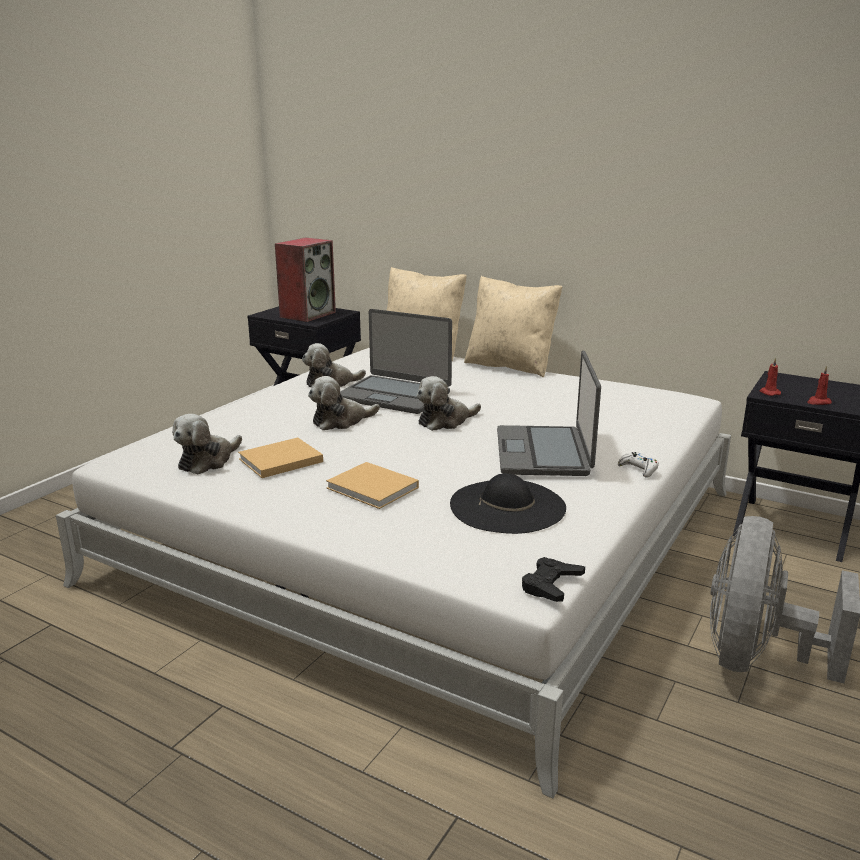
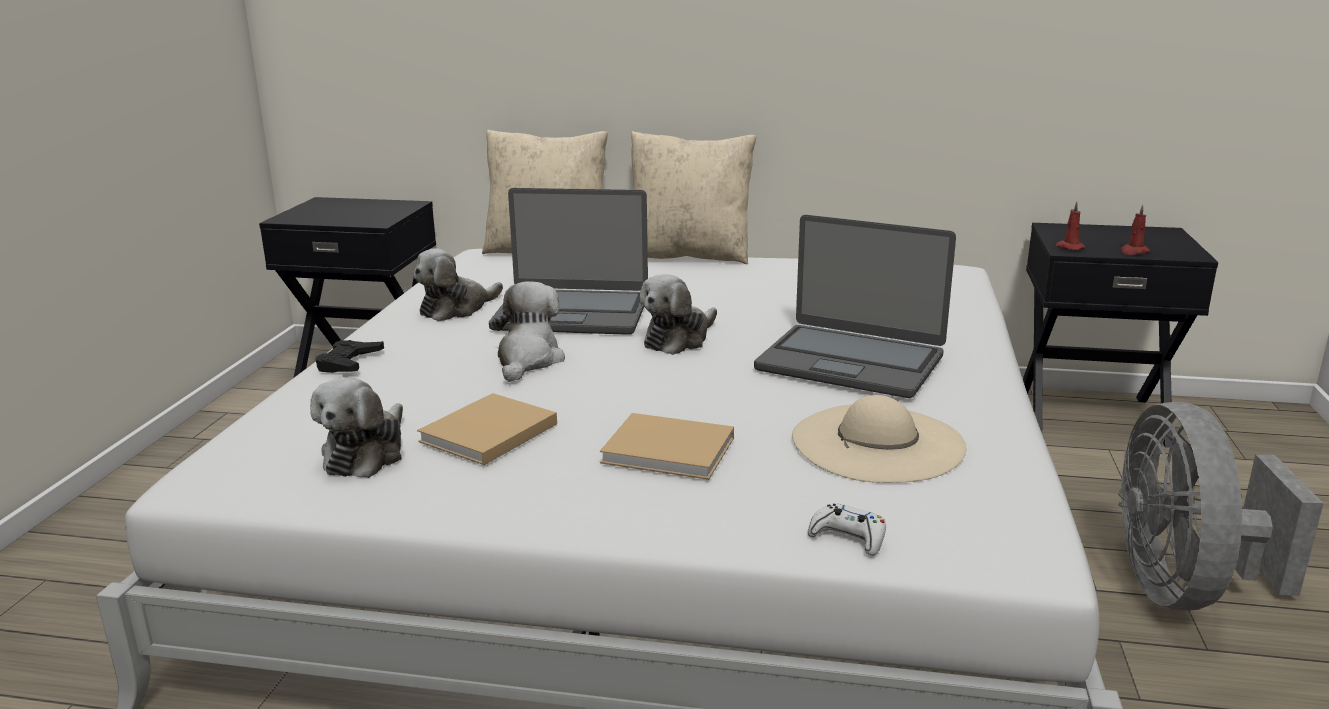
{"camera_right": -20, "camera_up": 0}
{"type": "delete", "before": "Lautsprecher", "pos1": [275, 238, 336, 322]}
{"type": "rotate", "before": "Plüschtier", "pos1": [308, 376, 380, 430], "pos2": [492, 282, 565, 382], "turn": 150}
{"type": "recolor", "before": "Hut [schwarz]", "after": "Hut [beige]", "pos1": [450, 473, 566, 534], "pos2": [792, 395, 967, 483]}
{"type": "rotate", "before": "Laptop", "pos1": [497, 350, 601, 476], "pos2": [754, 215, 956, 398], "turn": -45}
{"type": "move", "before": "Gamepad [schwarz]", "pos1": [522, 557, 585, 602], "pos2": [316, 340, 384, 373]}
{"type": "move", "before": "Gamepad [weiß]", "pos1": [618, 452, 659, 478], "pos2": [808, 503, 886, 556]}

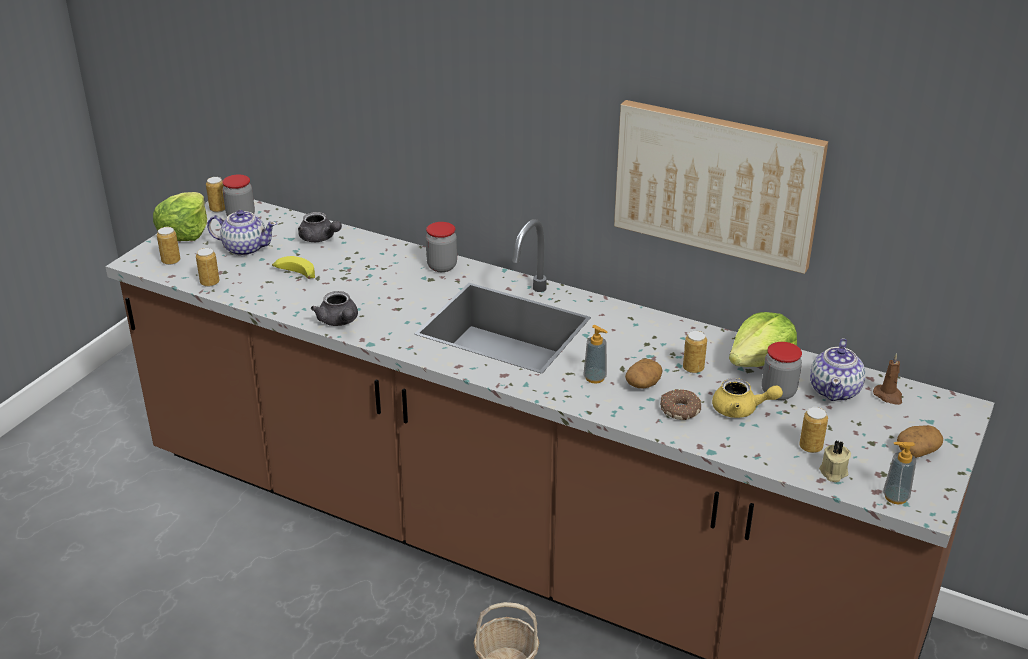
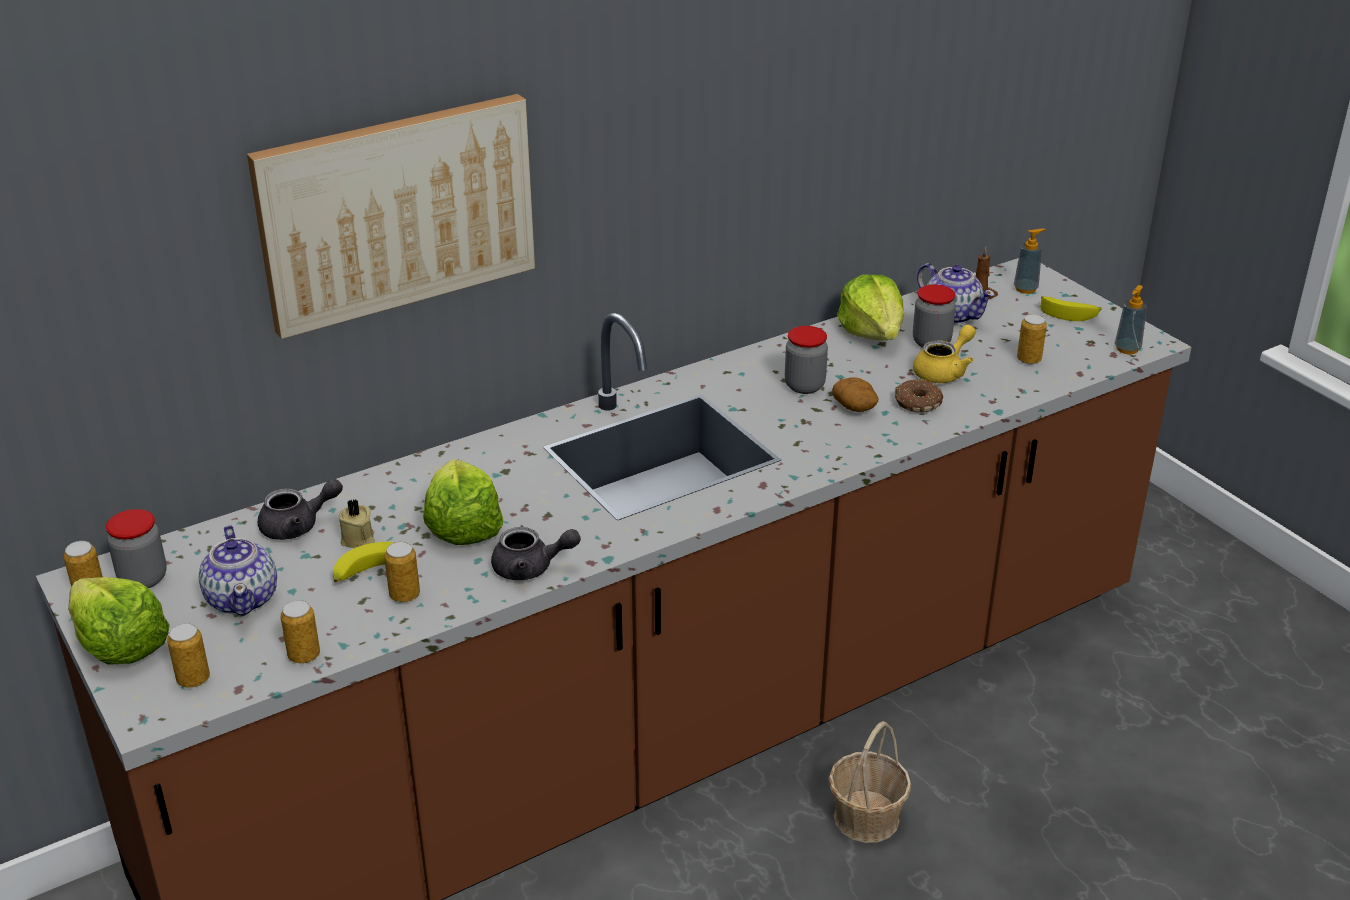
{"camera_right": -60, "camera_up": 0}
{"type": "rotate", "before": "Teekanne", "pos1": [207, 210, 277, 256], "pos2": [199, 525, 277, 616], "turn": 120}
{"type": "move", "before": "Vorratsglas", "pos1": [426, 222, 457, 272], "pos2": [785, 326, 828, 394]}
{"type": "move", "before": "Seifenspender", "pos1": [583, 325, 607, 384], "pos2": [1014, 228, 1046, 294]}
{"type": "move", "before": "Bild", "pos1": [614, 100, 828, 274], "pos2": [247, 94, 535, 339]}
{"type": "move", "before": "Dose", "pos1": [683, 330, 707, 373], "pos2": [384, 541, 420, 602]}
{"type": "move", "before": "Kerze [beige]", "pos1": [819, 440, 851, 482], "pos2": [339, 499, 375, 548]}
{"type": "replace", "before": "Kartoffel", "after": "Banane", "pos1": [897, 425, 943, 458], "pos2": [1041, 296, 1101, 321]}
{"type": "insert", "after": "Salatkopf", "pos2": [423, 459, 503, 545]}

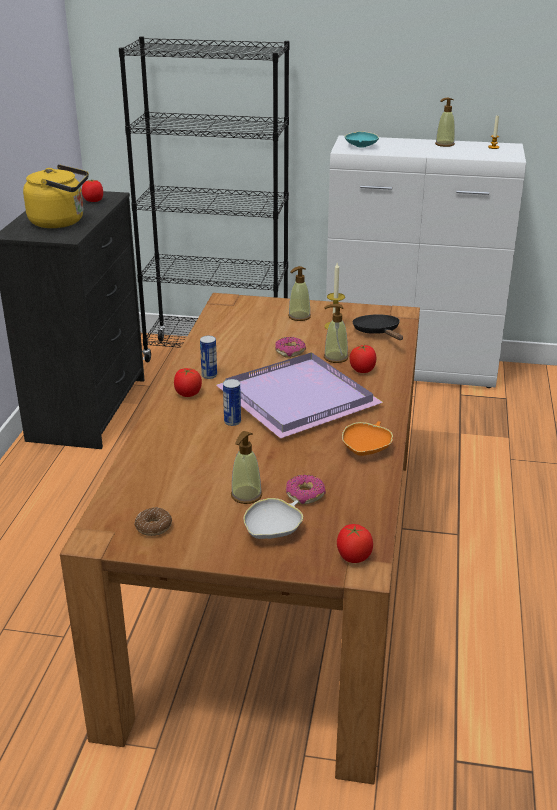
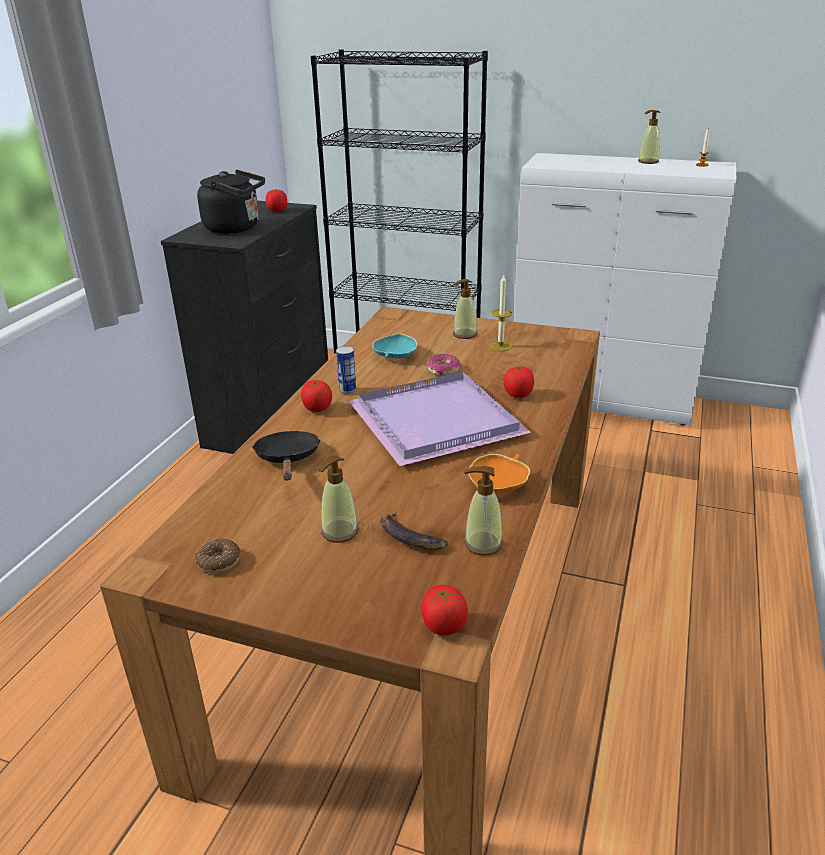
{"camera_right": 10, "camera_up": 0}
{"type": "recolor", "before": "Wasserkessel [gelb]", "after": "Wasserkessel [schwarz]", "pos1": [23, 164, 89, 228], "pos2": [197, 170, 265, 234]}
{"type": "delete", "before": "Dose", "pos1": [223, 379, 241, 426]}
{"type": "delete", "before": "Schüssel [weiß]", "pos1": [244, 498, 303, 539]}
{"type": "replace", "before": "Donut", "after": "Banane", "pos1": [286, 475, 326, 505], "pos2": [380, 512, 448, 550]}
{"type": "move", "before": "Seifenspender", "pos1": [324, 304, 348, 363], "pos2": [464, 466, 503, 556]}
{"type": "move", "before": "Schüssel [türkis]", "pos1": [344, 131, 379, 148], "pos2": [372, 334, 417, 359]}
{"type": "move", "before": "Pfanne [schwarz]", "pos1": [353, 314, 403, 340], "pos2": [252, 431, 320, 480]}

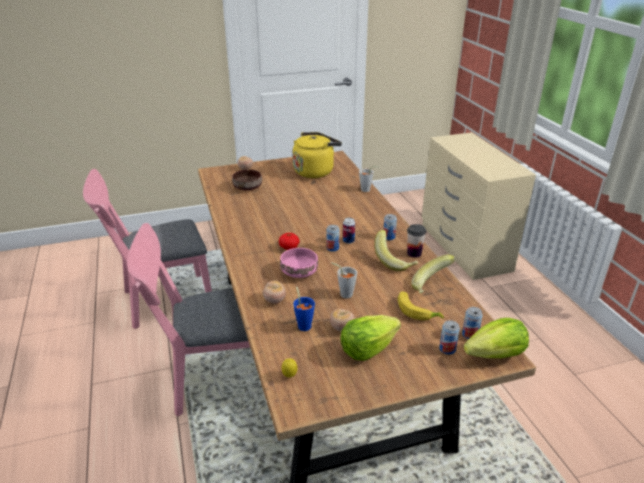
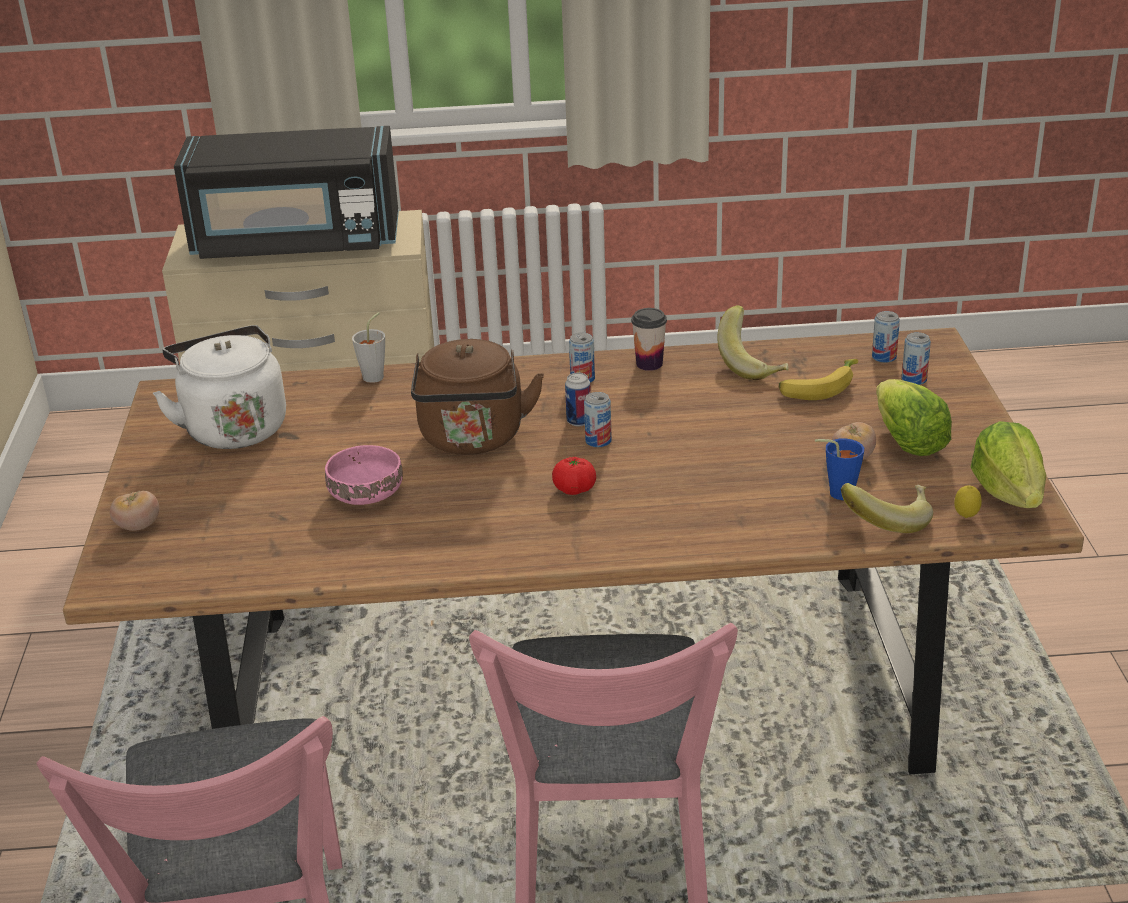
{"camera_right": -75, "camera_up": 0}
{"type": "delete", "before": "Schüssel [braun]", "pos1": [232, 169, 262, 191]}
{"type": "delete", "before": "Tomate", "pos1": [263, 281, 286, 304]}
{"type": "move", "before": "Schüssel [rosa]", "pos1": [280, 248, 318, 278], "pos2": [325, 445, 403, 505]}
{"type": "recolor", "before": "Wasserkessel [gelb]", "after": "Wasserkessel [weiß]", "pos1": [293, 132, 342, 178], "pos2": [153, 325, 286, 449]}
{"type": "delete", "before": "Tasse [grau]", "pos1": [331, 262, 357, 299]}
{"type": "move", "before": "Banane", "pos1": [374, 230, 418, 271], "pos2": [841, 483, 933, 533]}
{"type": "move", "before": "Salatkopf", "pos1": [464, 318, 529, 358], "pos2": [971, 421, 1046, 508]}
{"type": "insert", "after": "Mikrowelle [schwarz]", "pos2": [174, 126, 399, 259]}
{"type": "insert", "after": "Wasserkessel [braun]", "pos2": [411, 339, 544, 455]}

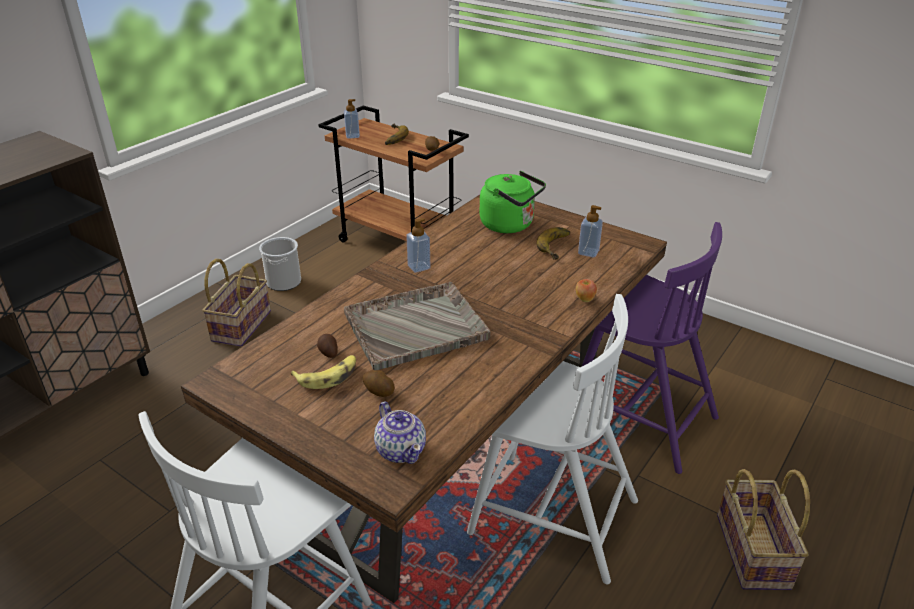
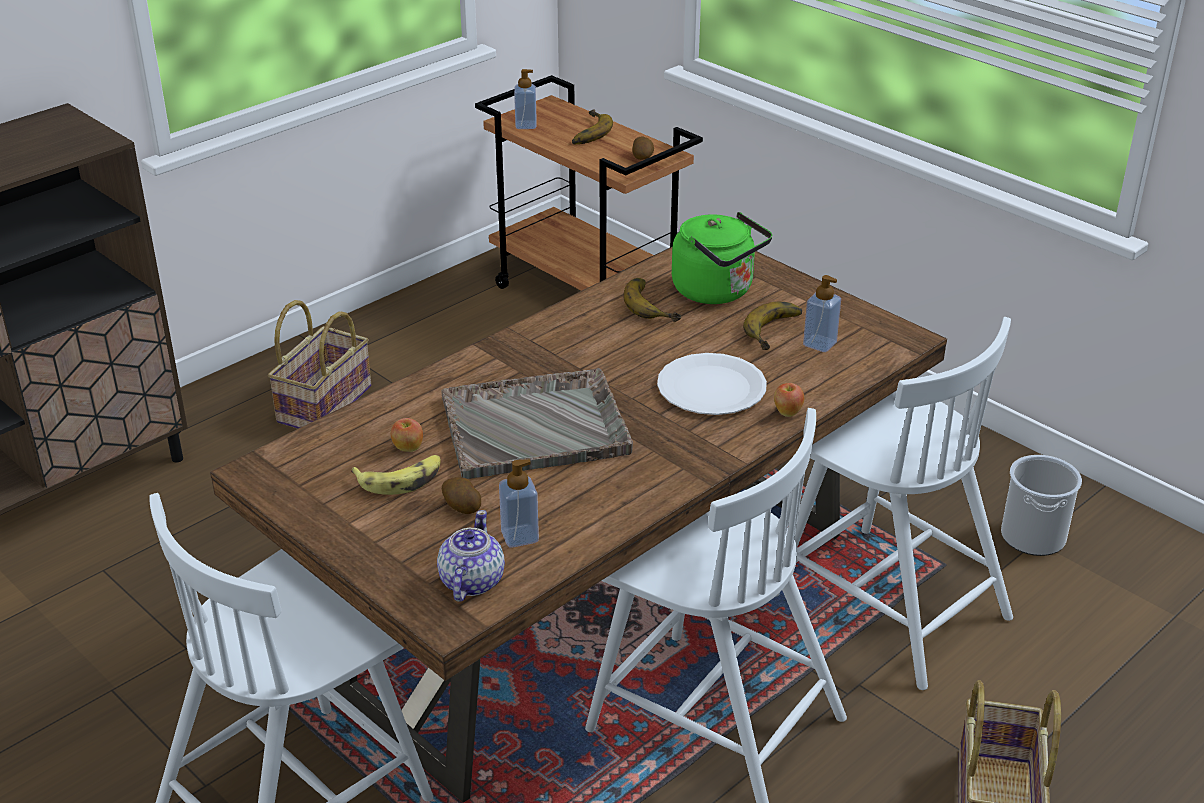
{"camera_right": 10, "camera_up": 0}
{"type": "move", "before": "Eimer", "pos1": [259, 237, 301, 291], "pos2": [1001, 455, 1082, 556]}
{"type": "replace", "before": "Kartoffel", "after": "Apfel", "pos1": [317, 334, 337, 358], "pos2": [391, 418, 423, 452]}
{"type": "rotate", "before": "Teekanne", "pos1": [374, 401, 426, 464], "pos2": [437, 510, 505, 602], "turn": -150}
{"type": "move", "before": "Seifenspender", "pos1": [406, 218, 431, 273], "pos2": [499, 459, 539, 548]}
{"type": "recolor", "before": "Stuhl [lila]", "after": "Stuhl [weiß]", "pos1": [582, 222, 722, 474], "pos2": [775, 317, 1013, 690]}
{"type": "insert", "after": "Banane", "pos2": [623, 278, 681, 322]}
{"type": "insert", "after": "Teller [weiß]", "pos2": [657, 353, 767, 415]}

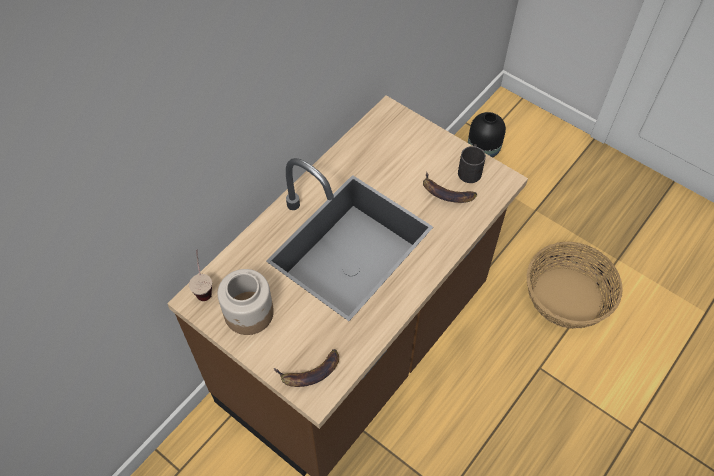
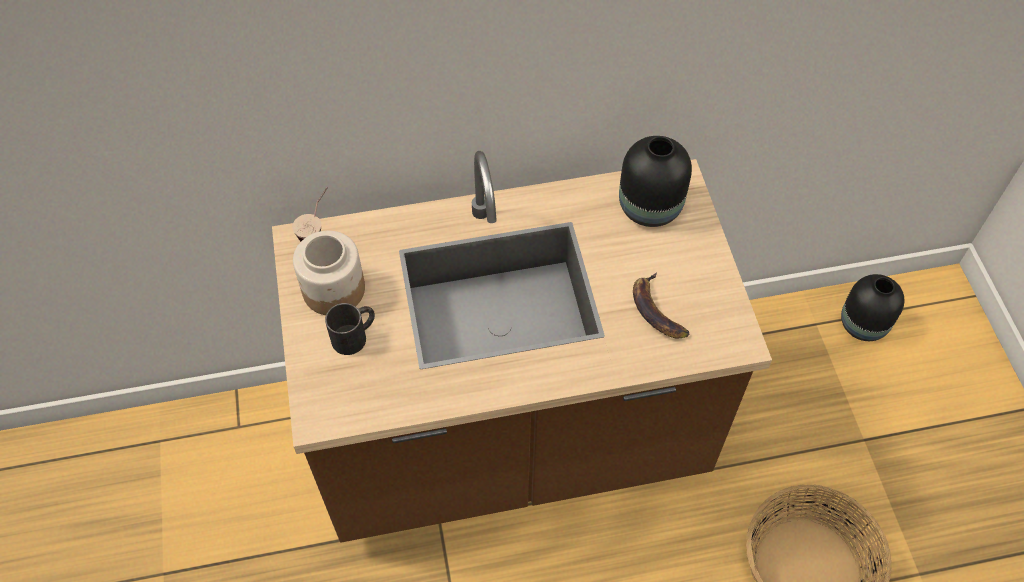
{"camera_right": 40, "camera_up": 0}
{"type": "delete", "before": "Banane", "pos1": [274, 349, 339, 387]}
{"type": "move", "before": "Henkelbecher [schwarz]", "pos1": [458, 144, 486, 183], "pos2": [325, 303, 375, 355]}
{"type": "insert", "after": "Vase [schwarz]", "pos2": [619, 136, 692, 227]}

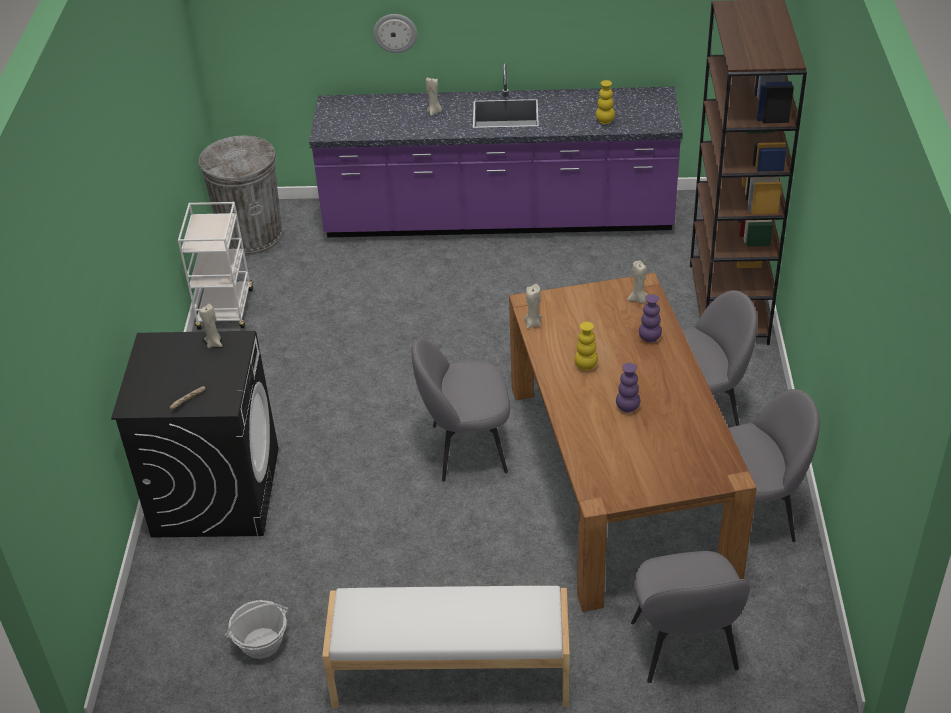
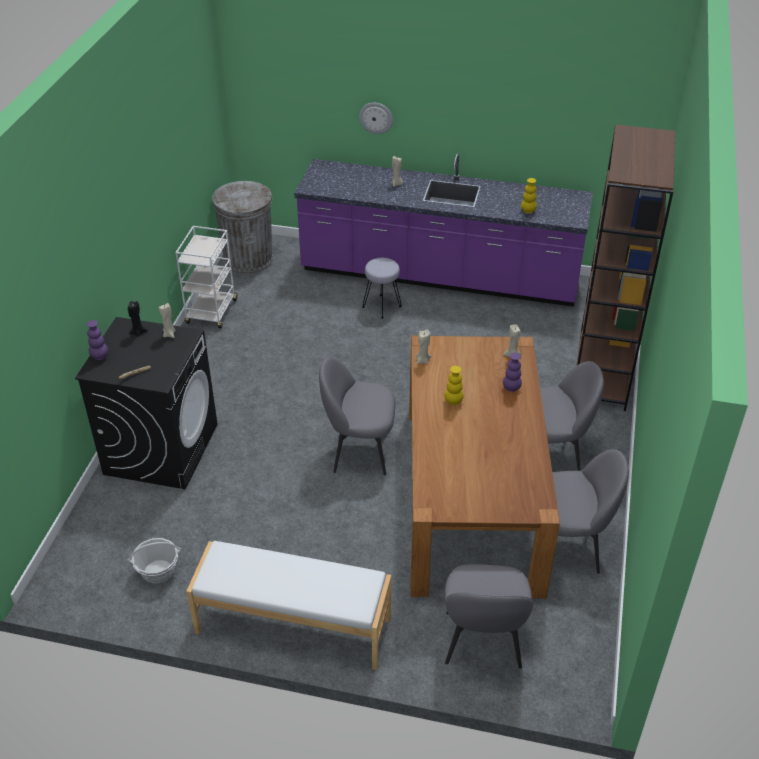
{"camera_right": 10, "camera_up": 0}
{"type": "move", "before": "Vase [lila]", "pos1": [616, 363, 640, 413], "pos2": [86, 320, 108, 360]}
{"type": "insert", "after": "Kerze [schwarz]", "pos2": [128, 301, 148, 337]}
{"type": "insert", "after": "Hocker [grau]", "pos2": [362, 258, 402, 319]}

